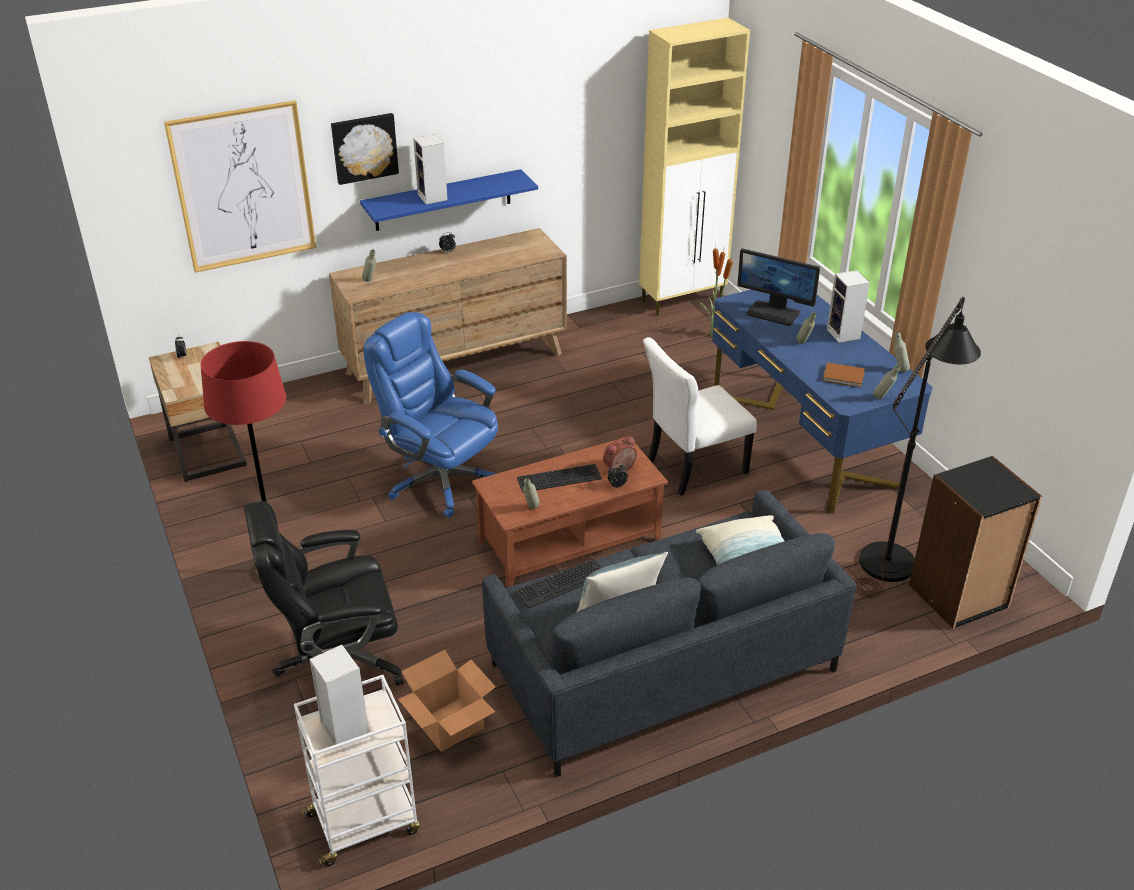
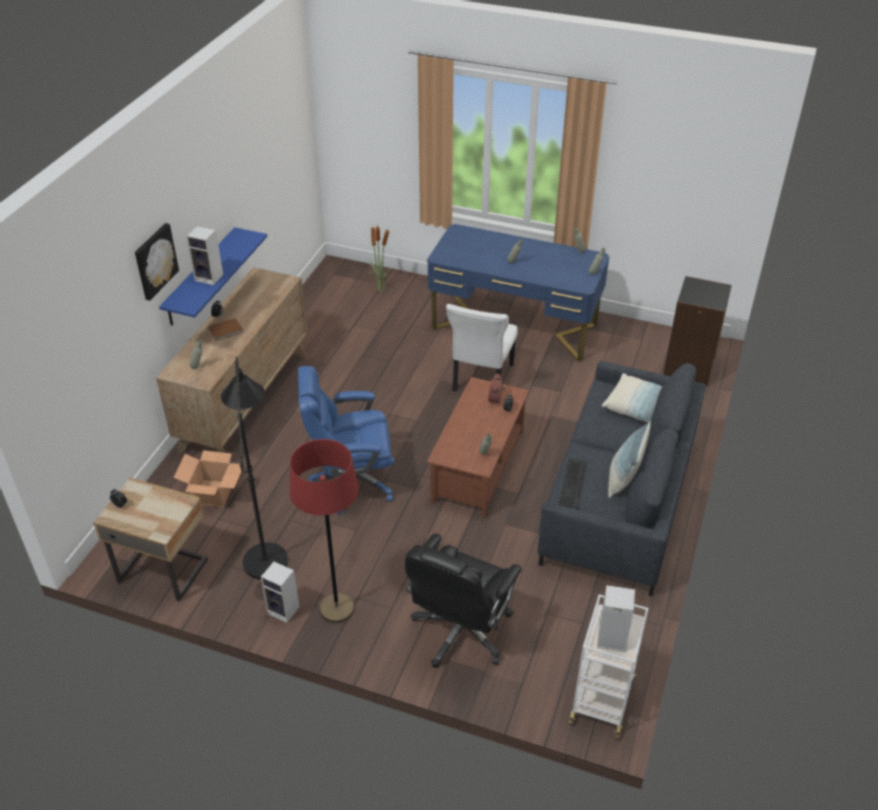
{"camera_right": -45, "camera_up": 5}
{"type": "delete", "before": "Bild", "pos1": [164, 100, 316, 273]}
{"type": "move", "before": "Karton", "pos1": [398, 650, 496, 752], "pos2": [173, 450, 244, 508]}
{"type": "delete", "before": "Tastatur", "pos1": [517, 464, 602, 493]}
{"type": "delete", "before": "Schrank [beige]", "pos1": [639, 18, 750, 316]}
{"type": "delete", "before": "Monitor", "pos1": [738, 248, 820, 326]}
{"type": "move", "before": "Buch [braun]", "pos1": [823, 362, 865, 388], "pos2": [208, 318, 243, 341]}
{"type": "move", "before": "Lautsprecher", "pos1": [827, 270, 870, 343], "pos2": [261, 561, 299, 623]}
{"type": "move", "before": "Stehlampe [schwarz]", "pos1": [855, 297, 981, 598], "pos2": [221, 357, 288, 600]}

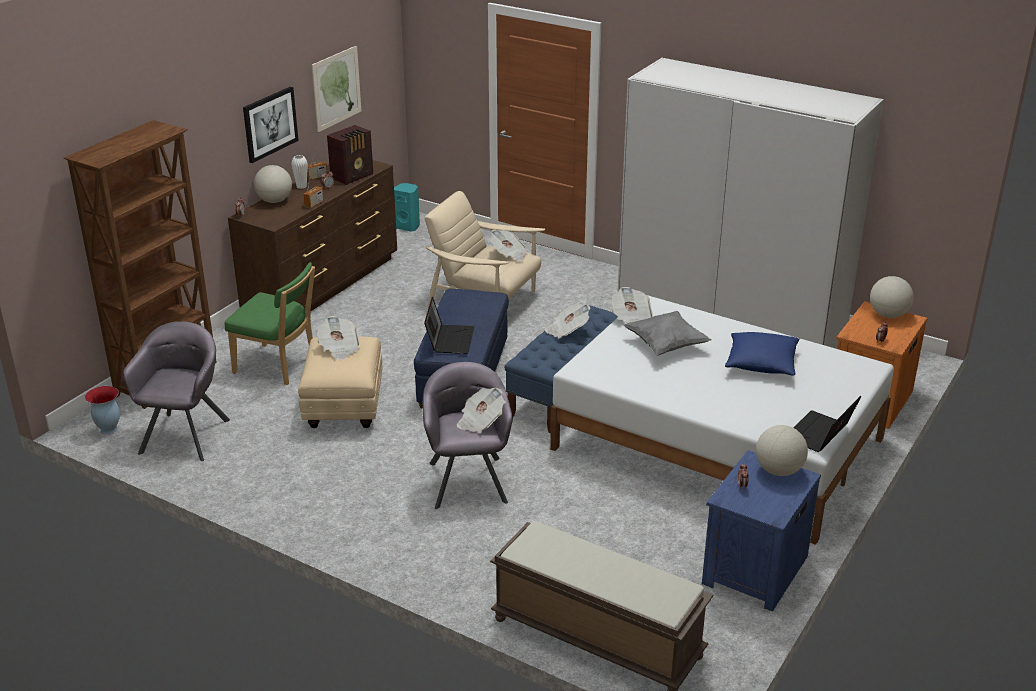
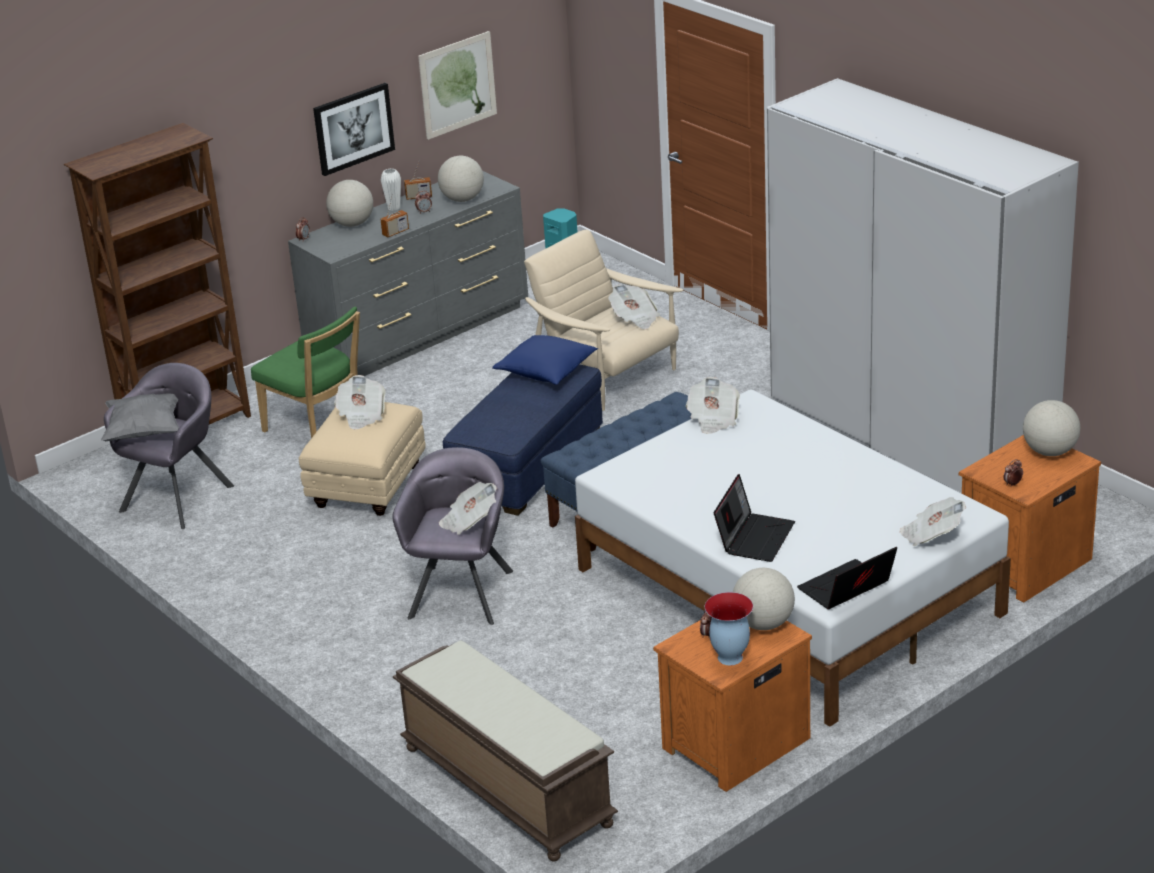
{"camera_right": 20, "camera_up": 0}
{"type": "move", "before": "Vase", "pos1": [85, 386, 120, 435], "pos2": [705, 592, 753, 665]}
{"type": "recolor", "before": "Kommode [braun]", "after": "Kommode [grau]", "pos1": [228, 160, 397, 311], "pos2": [288, 171, 528, 376]}
{"type": "replace", "before": "Radio", "after": "Globus", "pos1": [327, 125, 373, 185], "pos2": [438, 156, 484, 202]}
{"type": "move", "before": "Laptop", "pos1": [424, 297, 474, 354], "pos2": [714, 474, 795, 562]}
{"type": "move", "before": "Zeitung", "pos1": [545, 303, 591, 339], "pos2": [899, 497, 966, 546]}
{"type": "move", "before": "Kissen [grau]", "pos1": [623, 311, 711, 356], "pos2": [101, 393, 179, 441]}
{"type": "recolor", "before": "Nachttisch [blau]", "after": "Nachttisch [orange]", "pos1": [702, 450, 821, 612], "pos2": [653, 620, 812, 792]}
{"type": "move", "before": "Kissen [blau]", "pos1": [725, 332, 800, 376], "pos2": [492, 335, 598, 385]}

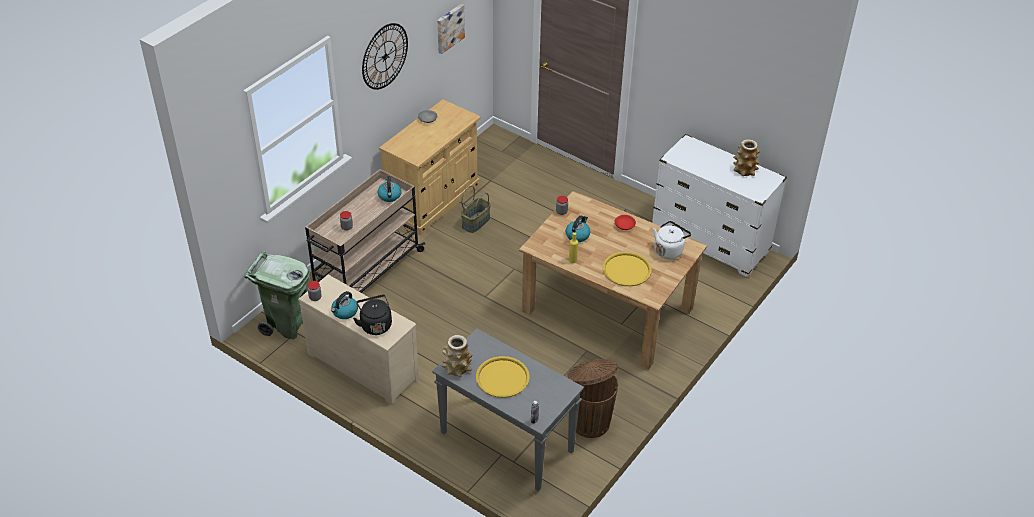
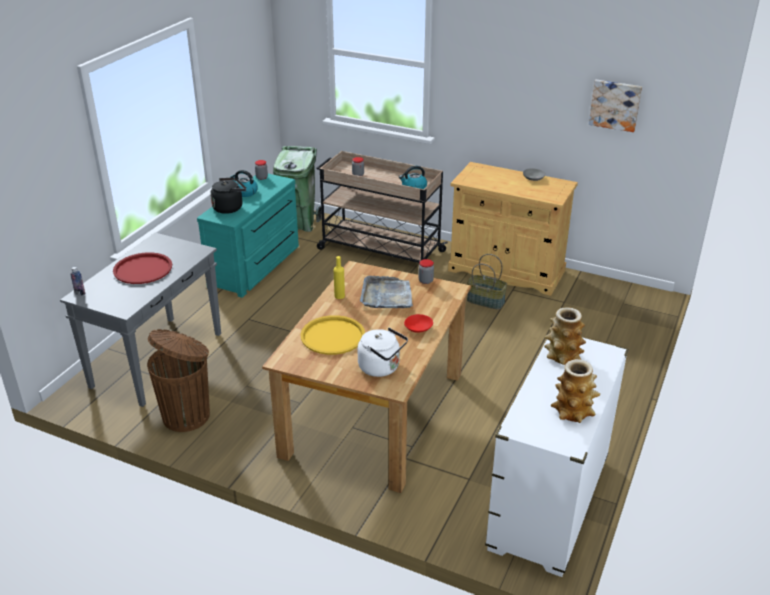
{"camera_right": 80, "camera_up": -10}
{"type": "recolor", "before": "Kommode [beige]", "after": "Kommode [türkis]", "pos1": [298, 275, 419, 405], "pos2": [197, 174, 299, 298]}
{"type": "delete", "before": "Wanduhr", "pos1": [362, 23, 408, 90]}
{"type": "move", "before": "Vase", "pos1": [442, 335, 473, 377], "pos2": [544, 307, 586, 365]}
{"type": "recolor", "before": "Tablett [gelb]", "after": "Tablett [rot]", "pos1": [476, 356, 530, 398], "pos2": [113, 252, 172, 284]}
{"type": "replace", "before": "Wasserkessel", "after": "Tablett [grau]", "pos1": [566, 216, 591, 242], "pos2": [360, 276, 413, 308]}

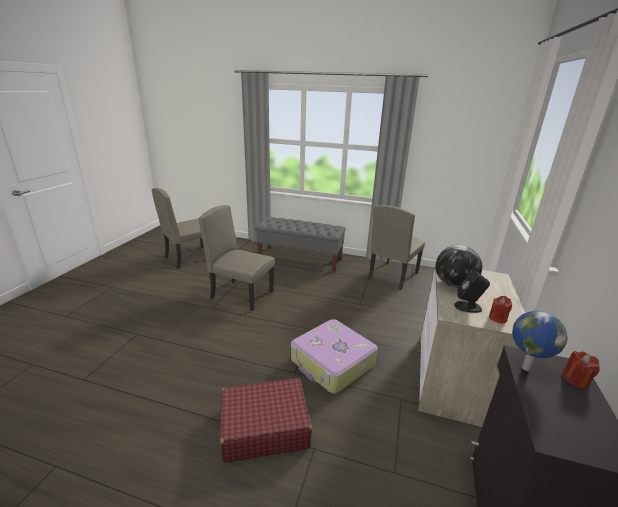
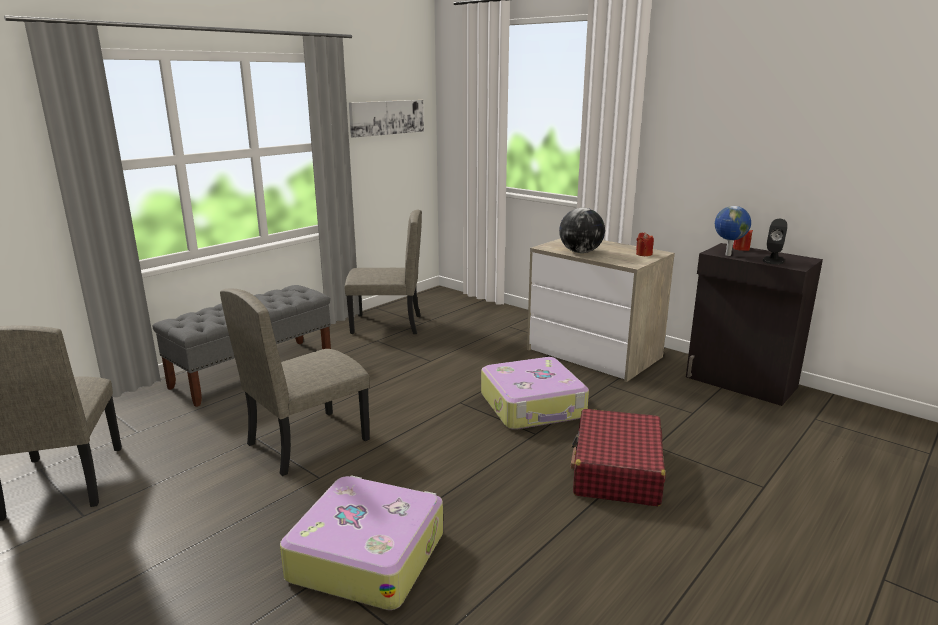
{"camera_right": -65, "camera_up": -5}
{"type": "rotate", "before": "Stuhl [beige]", "pos1": [368, 205, 425, 290], "pos2": [345, 210, 422, 334], "turn": -60}
{"type": "move", "before": "Lautsprecher [schwarz]", "pos1": [454, 272, 490, 313], "pos2": [763, 219, 788, 264]}
{"type": "insert", "after": "Koffer", "pos2": [280, 475, 443, 610]}
{"type": "insert", "after": "Bild", "pos2": [349, 100, 424, 138]}

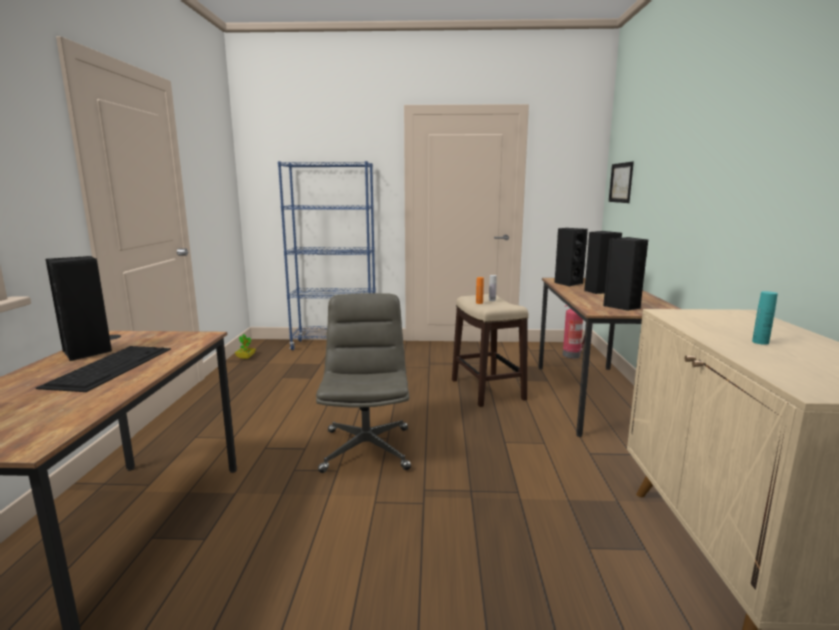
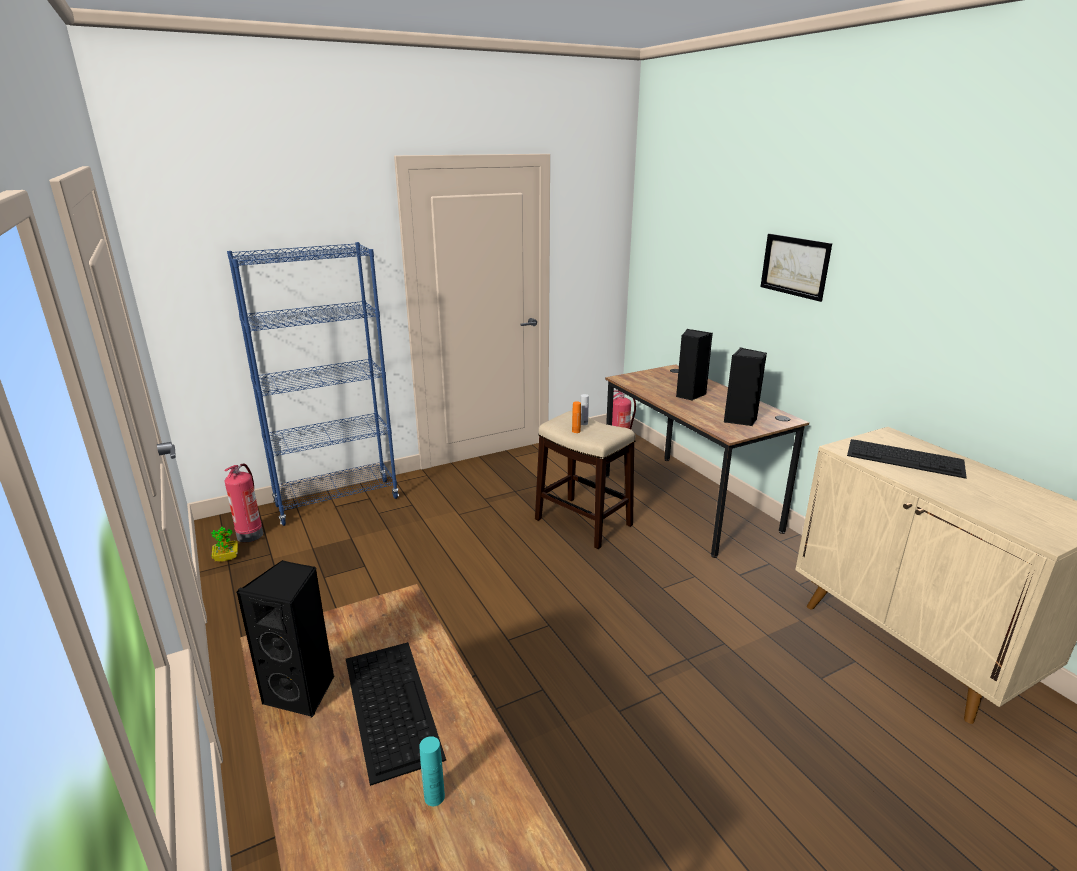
{"camera_right": -30, "camera_up": 10}
{"type": "delete", "before": "Bürostuhl [grau]", "pos1": [316, 293, 411, 473]}
{"type": "delete", "before": "Lautsprecher [schwarz]", "pos1": [554, 228, 588, 286]}
{"type": "move", "before": "Bild", "pos1": [609, 162, 634, 203], "pos2": [761, 234, 832, 302]}
{"type": "move", "before": "Flasche [türkis]", "pos1": [752, 291, 778, 345], "pos2": [419, 736, 445, 806]}
{"type": "insert", "after": "Feuerlöscher", "pos2": [224, 464, 263, 542]}
{"type": "insert", "after": "Tastatur", "pos2": [847, 439, 967, 479]}

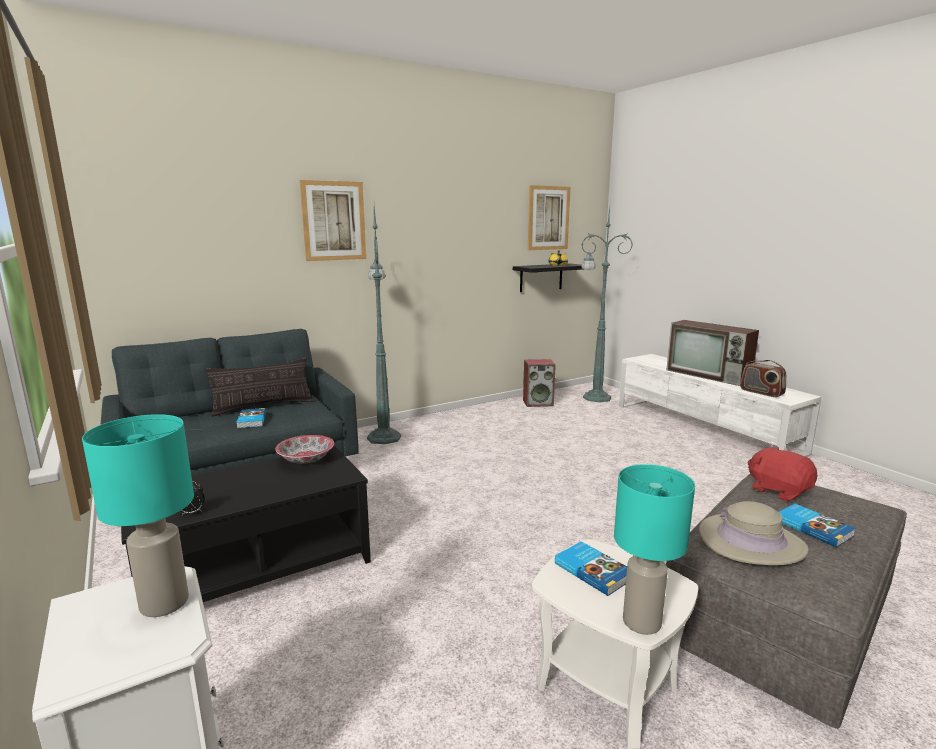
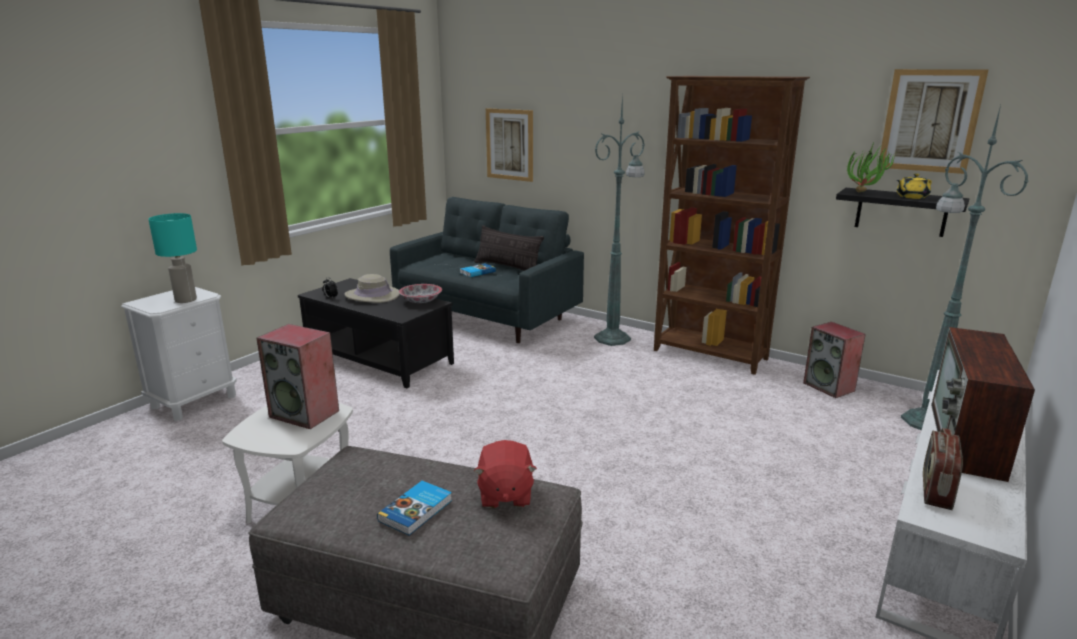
{"camera_right": 65, "camera_up": 5}
{"type": "move", "before": "Bild", "pos1": [300, 180, 366, 261], "pos2": [486, 108, 533, 182]}
{"type": "replace", "before": "Buch", "after": "Lautsprecher", "pos1": [555, 541, 627, 596], "pos2": [256, 324, 339, 429]}
{"type": "delete", "before": "Tischlampe [türkis]", "pos1": [614, 464, 695, 635]}
{"type": "move", "before": "Hut [beige]", "pos1": [699, 501, 809, 565], "pos2": [344, 274, 400, 303]}
{"type": "rotate", "before": "Plüschtier [rot]", "pos1": [747, 447, 818, 502], "pos2": [474, 440, 537, 508], "turn": 150}
{"type": "insert", "after": "Bücherregal [braun]", "pos2": [654, 76, 810, 375]}
{"type": "insert", "after": "Topfpflanze", "pos2": [847, 141, 895, 192]}

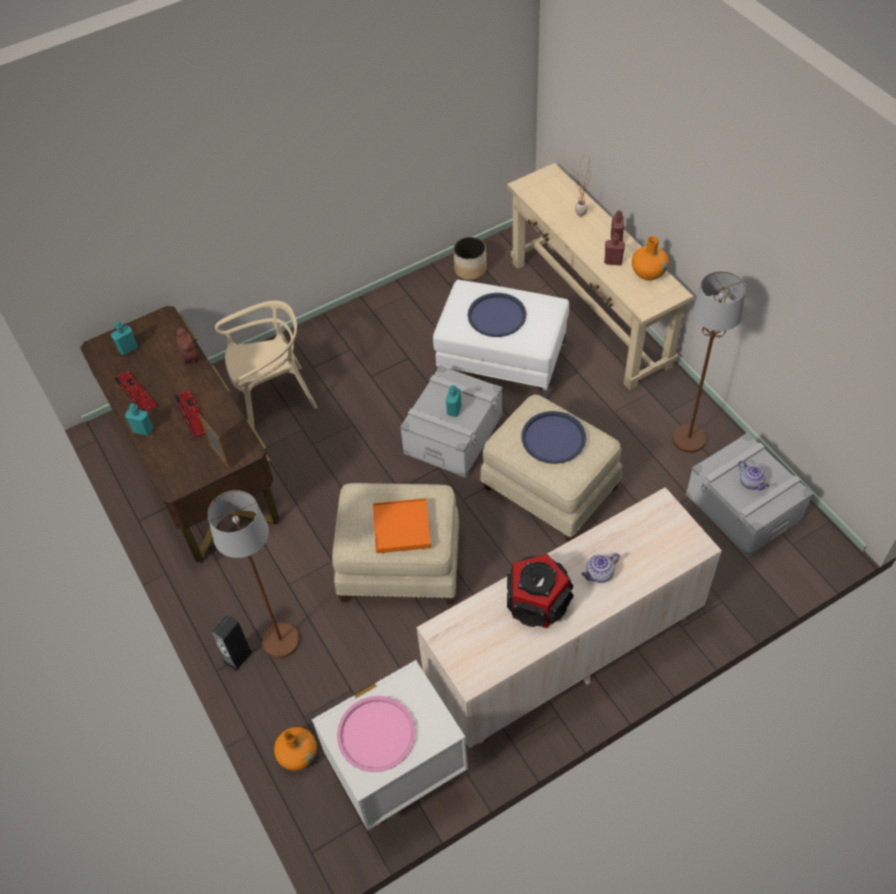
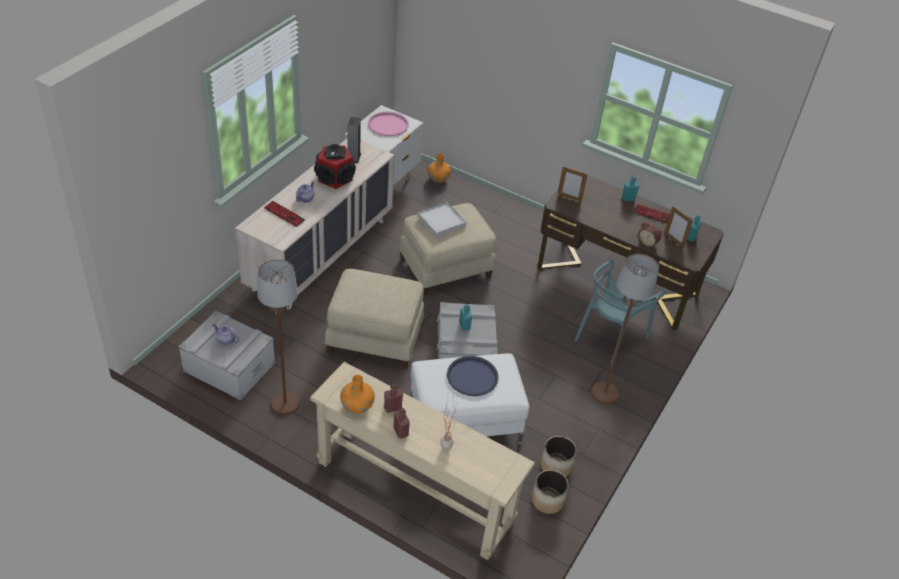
{"camera_right": 145, "camera_up": -10}
{"type": "move", "before": "Tastatur", "pos1": [174, 391, 206, 439], "pos2": [264, 201, 305, 227]}
{"type": "move", "before": "Stehlampe [braun]", "pos1": [208, 490, 299, 658], "pos2": [592, 254, 659, 404]}
{"type": "move", "before": "Lautsprecher", "pos1": [211, 614, 253, 671], "pos2": [348, 117, 361, 164]}
{"type": "recolor", "before": "Stuhl [beige]", "after": "Stuhl [türkis]", "pos1": [215, 301, 318, 427], "pos2": [575, 260, 666, 364]}
{"type": "recolor", "before": "Tablett [orange]", "after": "Tablett [weiß]", "pos1": [373, 498, 431, 554], "pos2": [418, 202, 467, 237]}
{"type": "delete", "before": "Tablett [blau]", "pos1": [521, 411, 586, 464]}
{"type": "insert", "after": "Pflanzkübel", "pos2": [541, 436, 577, 477]}
{"type": "insert", "after": "Bilderrahmen", "pos2": [664, 206, 693, 248]}

